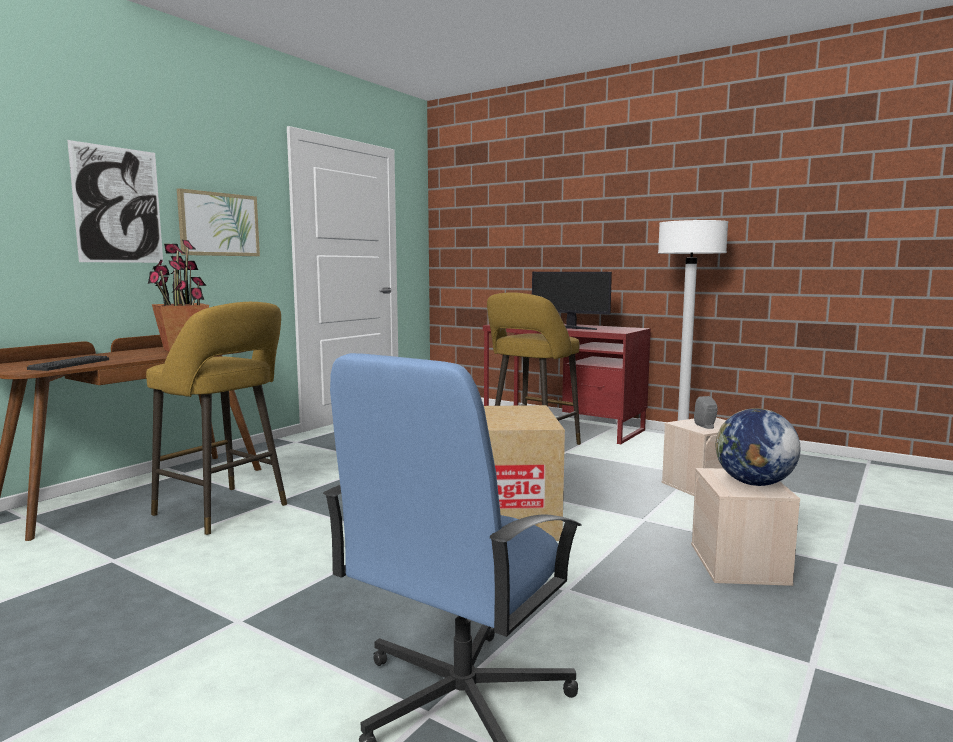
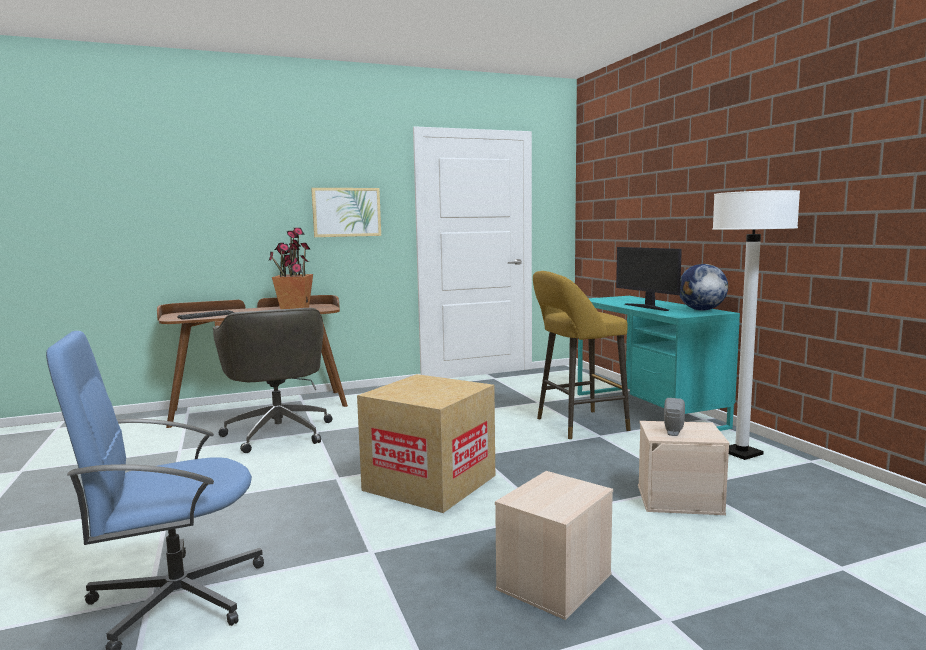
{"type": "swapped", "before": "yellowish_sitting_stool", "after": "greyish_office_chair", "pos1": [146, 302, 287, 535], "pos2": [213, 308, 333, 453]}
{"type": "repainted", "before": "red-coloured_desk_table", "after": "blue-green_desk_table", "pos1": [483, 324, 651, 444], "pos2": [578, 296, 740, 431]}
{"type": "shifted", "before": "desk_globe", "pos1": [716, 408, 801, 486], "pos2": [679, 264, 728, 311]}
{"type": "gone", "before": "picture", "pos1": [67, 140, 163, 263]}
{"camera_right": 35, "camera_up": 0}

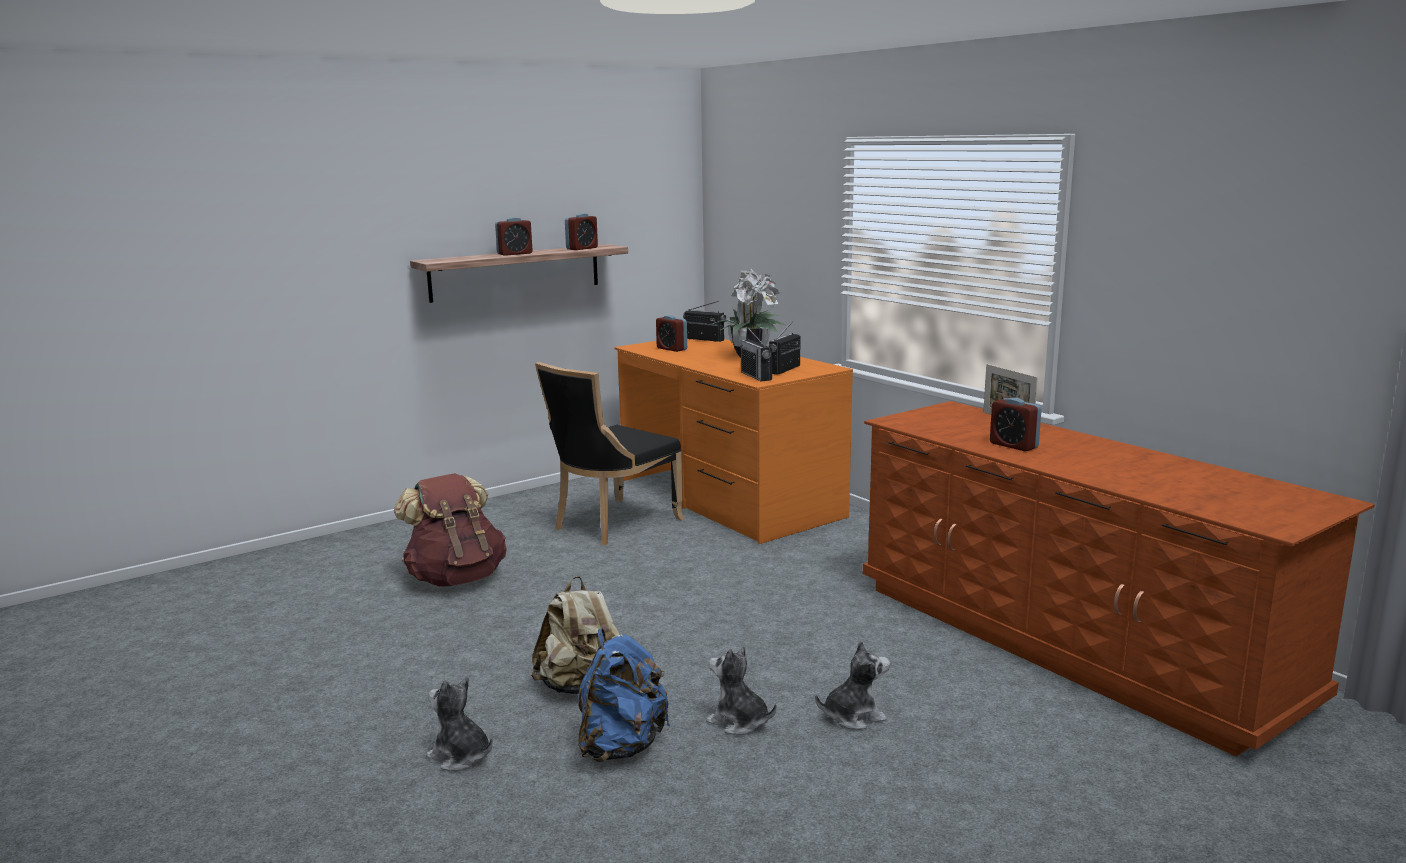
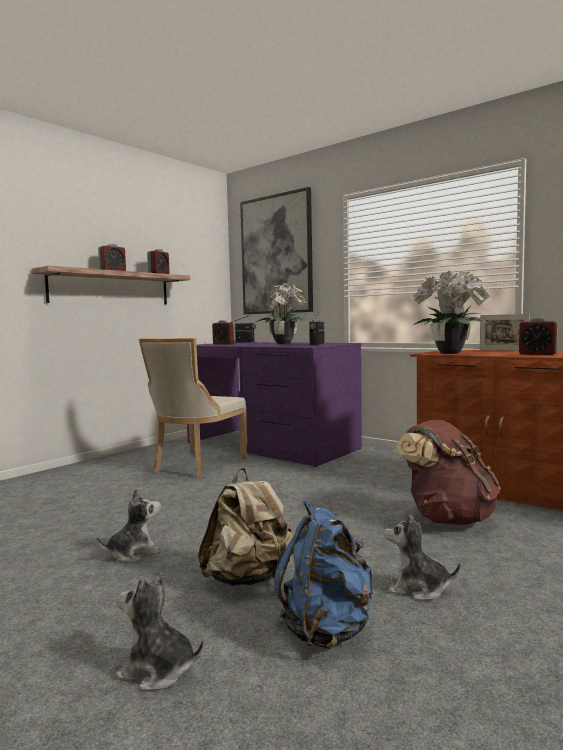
{"type": "shifted", "before": "soft_toy", "pos1": [815, 641, 890, 729], "pos2": [97, 488, 161, 563]}
{"type": "repainted", "before": "blackish_chair", "after": "beige-coloured_chair", "pos1": [535, 362, 684, 545], "pos2": [139, 338, 249, 478]}
{"type": "repainted", "before": "orange_desk_table", "after": "purple-coloured_desk_table", "pos1": [614, 339, 853, 544], "pos2": [187, 342, 362, 467]}
{"type": "new", "after": "picture", "pos2": [240, 187, 313, 314]}
{"type": "shifted", "before": "brown-coloured_backpack", "pos1": [394, 473, 507, 587], "pos2": [396, 419, 501, 525]}
{"type": "new", "after": "plant_in_a_pot", "pos2": [413, 270, 490, 354]}
{"type": "gone", "before": "radio_receiver", "pos1": [740, 327, 772, 381]}
{"camera_right": -15, "camera_up": -10}

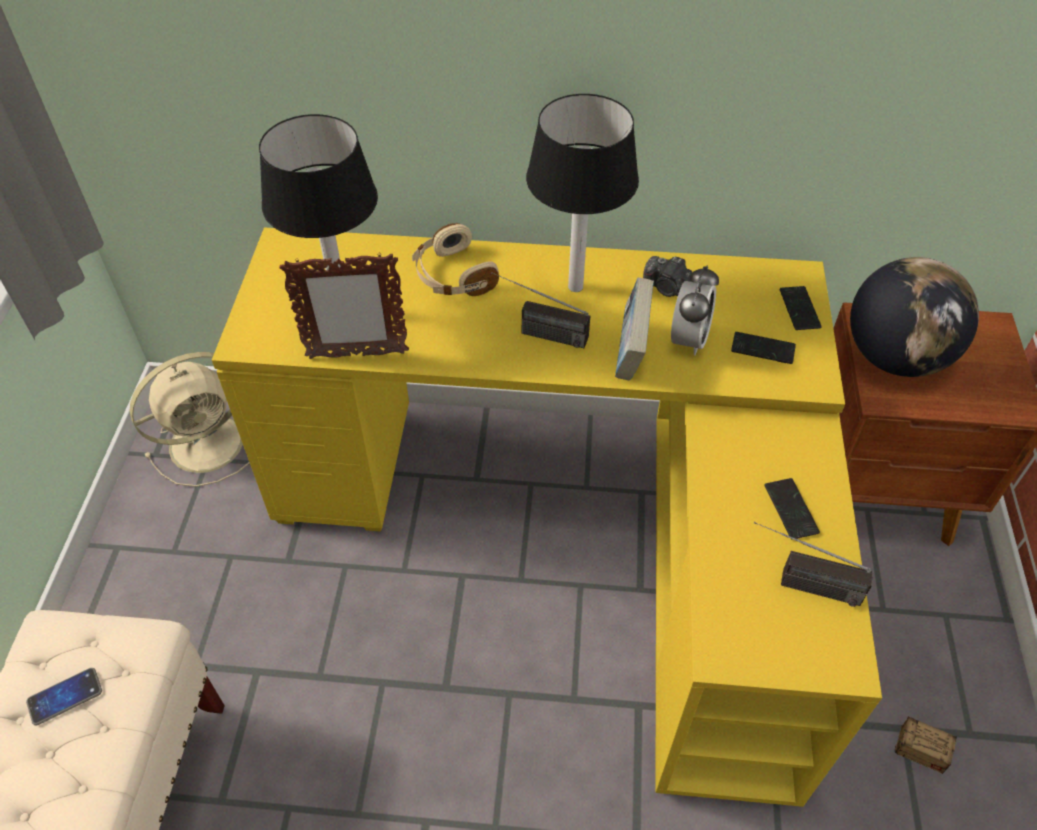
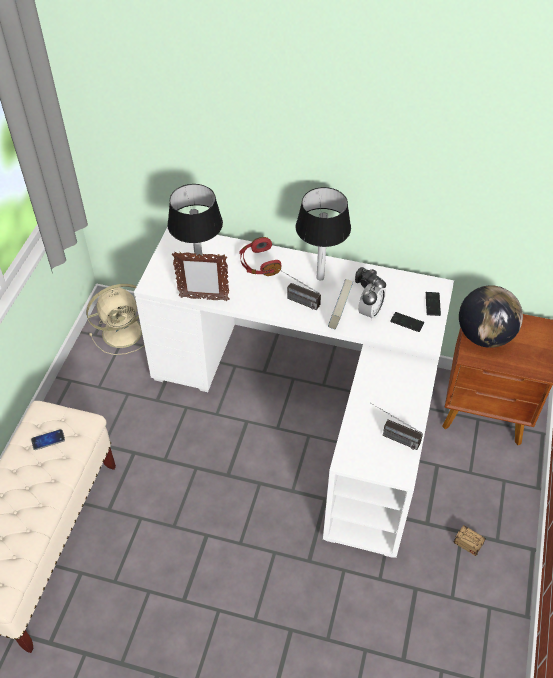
{"type": "repainted", "before": "yellowish_desk_table", "after": "white_desk_table", "pos1": [212, 227, 882, 807], "pos2": [134, 227, 454, 558]}
{"type": "repainted", "before": "beige-coloured_headset", "after": "red-coloured_headset", "pos1": [412, 223, 499, 296], "pos2": [239, 237, 281, 276]}
{"type": "gone", "before": "handset", "pos1": [764, 478, 820, 540]}
{"camera_right": 10, "camera_up": 0}

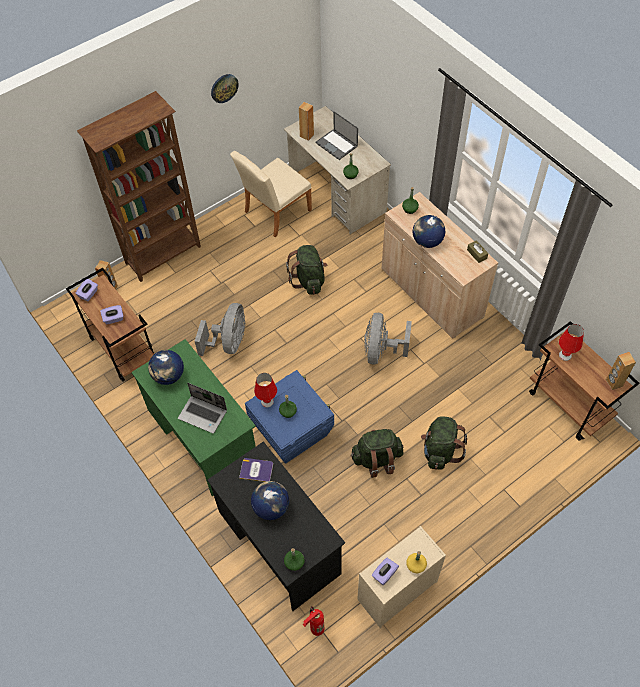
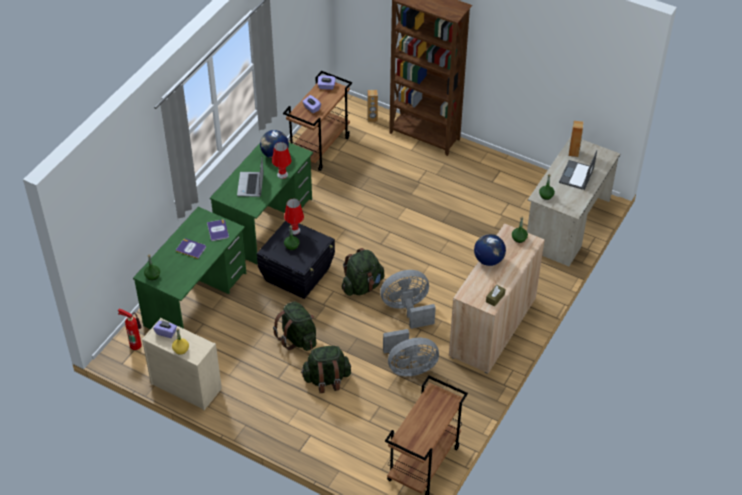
{"type": "repainted", "before": "blackish_desk_table", "after": "green-coloured_desk_table", "pos1": [207, 441, 345, 611], "pos2": [133, 207, 246, 329]}
{"type": "swapped", "before": "desk_globe", "after": "book", "pos1": [251, 481, 289, 520], "pos2": [175, 238, 206, 259]}
{"type": "repainted", "before": "blue_storage_box", "after": "blackish_storage_box", "pos1": [245, 370, 334, 464], "pos2": [257, 221, 335, 299]}
{"type": "shifted", "before": "red-coloured_table_lamp", "pos1": [559, 324, 584, 361], "pos2": [272, 142, 291, 179]}
{"type": "shifted", "before": "green-coloured_backpack", "pos1": [286, 245, 328, 295], "pos2": [342, 248, 385, 296]}
{"type": "shifted", "before": "greyish_cooling_fan", "pos1": [195, 303, 245, 356], "pos2": [383, 329, 439, 376]}
{"type": "gone", "before": "hanging_clock", "pos1": [211, 74, 239, 103]}
{"type": "gone", "before": "beige-coloured_chair", "pos1": [230, 151, 312, 237]}
{"type": "gone", "before": "brown-coloured_speaker", "pos1": [606, 352, 636, 390]}
{"camera_right": 65, "camera_up": -10}

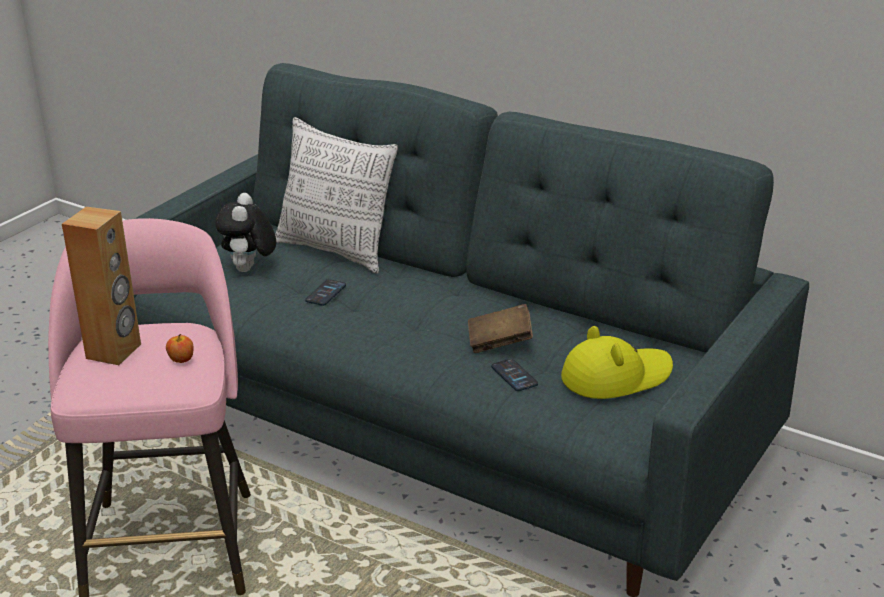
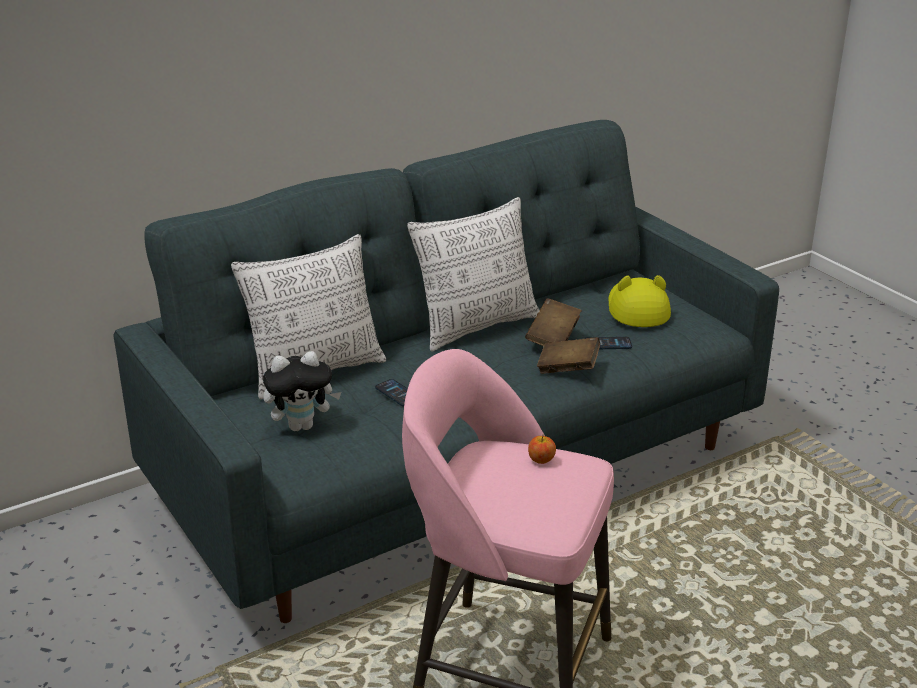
{"type": "rotated", "before": "soft_toy", "pos1": [215, 193, 276, 272], "pos2": [263, 351, 342, 431], "turn": -45}
{"type": "new", "after": "throw_pillow", "pos2": [407, 197, 540, 352]}
{"type": "new", "after": "brown-coloured_book", "pos2": [537, 337, 600, 374]}
{"type": "gone", "before": "brown-coloured_speaker", "pos1": [62, 207, 141, 365]}
{"camera_right": -65, "camera_up": 0}

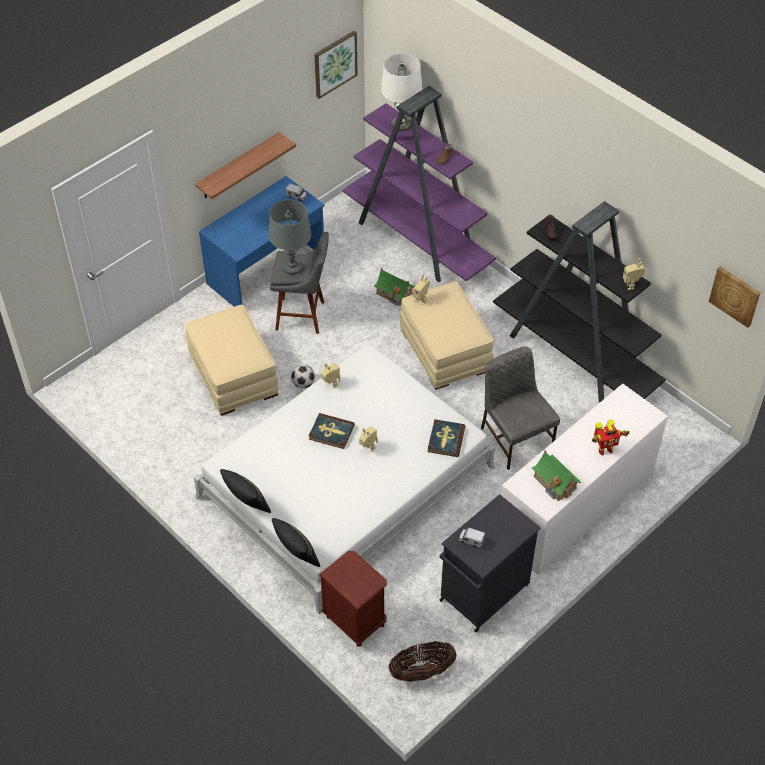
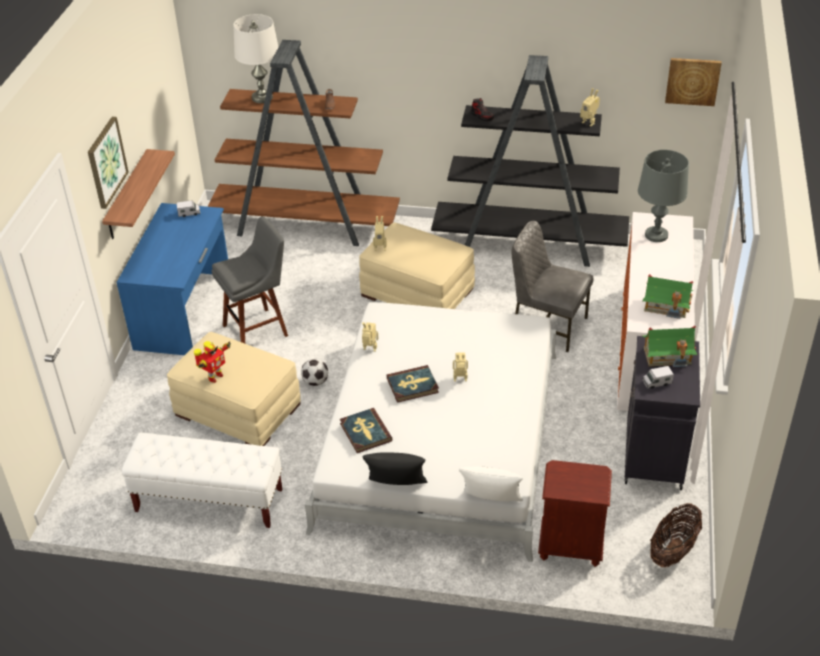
{"type": "shifted", "before": "picture", "pos1": [314, 31, 358, 99], "pos2": [88, 117, 129, 209]}
{"type": "new", "after": "white_bench", "pos2": [122, 433, 282, 528]}
{"type": "shifted", "before": "robot_figure", "pos1": [592, 419, 630, 456], "pos2": [194, 341, 231, 383]}
{"type": "repainted", "before": "purple-coloured_bookshelf", "after": "brown-coloured_bookshelf", "pos1": [342, 86, 496, 283], "pos2": [207, 40, 400, 246]}
{"type": "shifted", "before": "book", "pos1": [428, 419, 465, 457], "pos2": [340, 408, 392, 453]}
{"type": "repainted", "before": "blackish_throw_pillow", "after": "white_throw_pillow", "pos1": [272, 518, 320, 567], "pos2": [459, 466, 523, 501]}
{"type": "shifted", "before": "greyish_table_lamp", "pos1": [269, 200, 311, 275], "pos2": [638, 150, 689, 242]}
{"type": "shifted", "before": "model_house", "pos1": [373, 268, 415, 306], "pos2": [642, 325, 698, 367]}
{"camera_right": -35, "camera_up": -10}

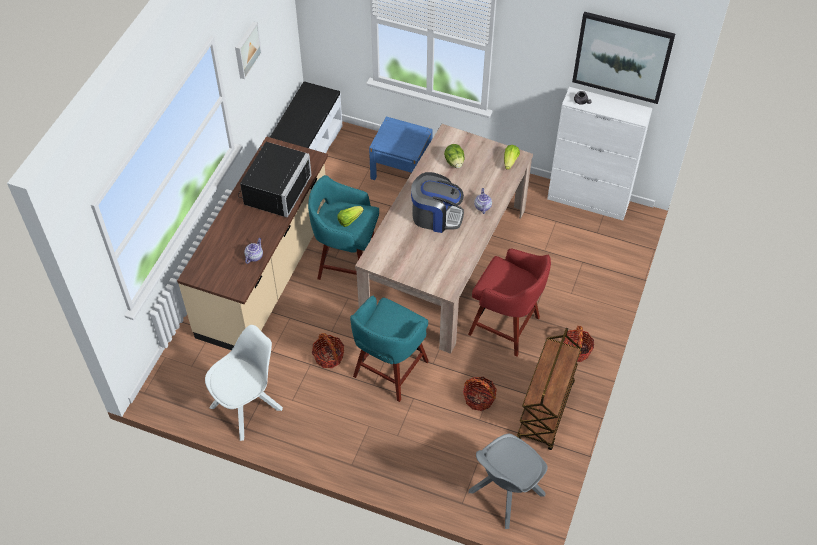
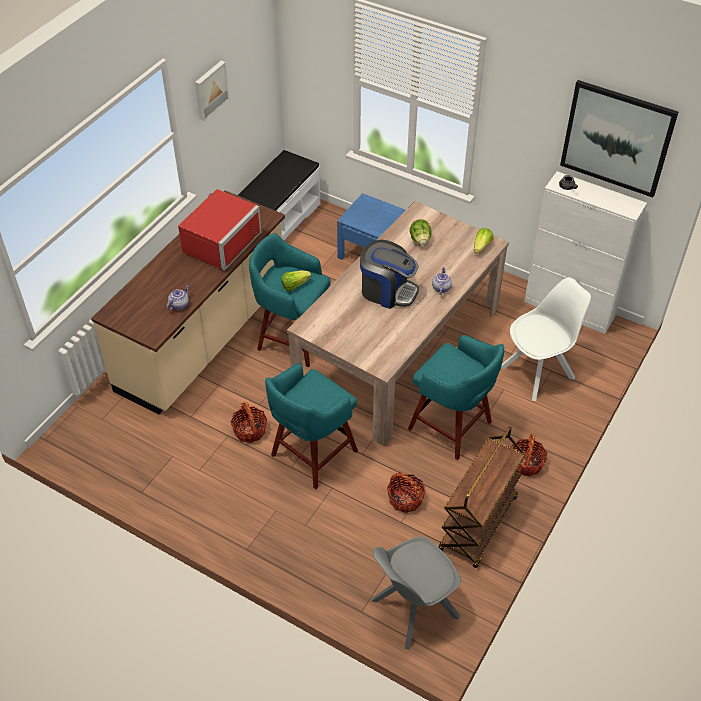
{"type": "repainted", "before": "blackish_kitchen_microwave", "after": "red-coloured_kitchen_microwave", "pos1": [238, 142, 312, 218], "pos2": [178, 189, 262, 271]}
{"type": "repainted", "before": "red-coloured_sitting_stool", "after": "blue-green_sitting_stool", "pos1": [468, 249, 551, 357], "pos2": [408, 335, 504, 460]}
{"type": "shifted", "before": "white_chair", "pos1": [205, 325, 283, 441], "pos2": [501, 277, 591, 401]}
{"camera_right": 10, "camera_up": -5}

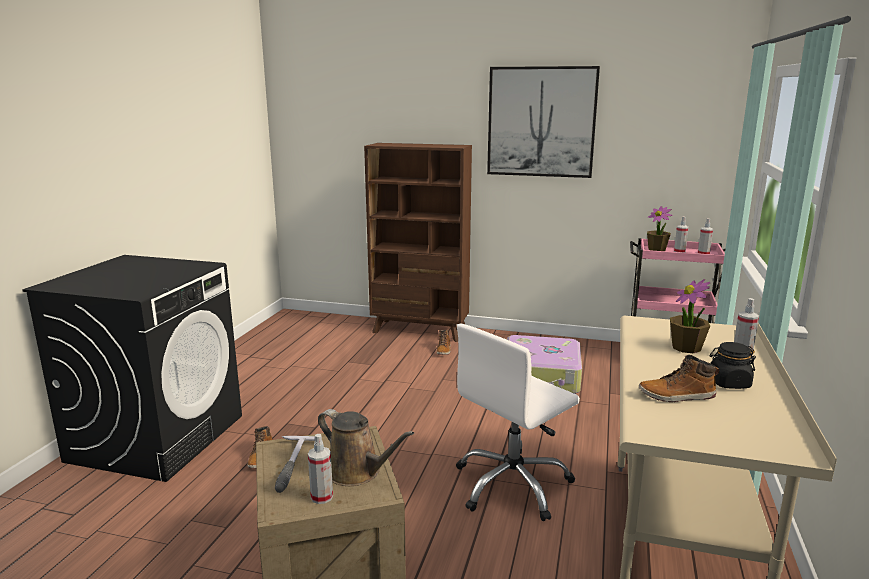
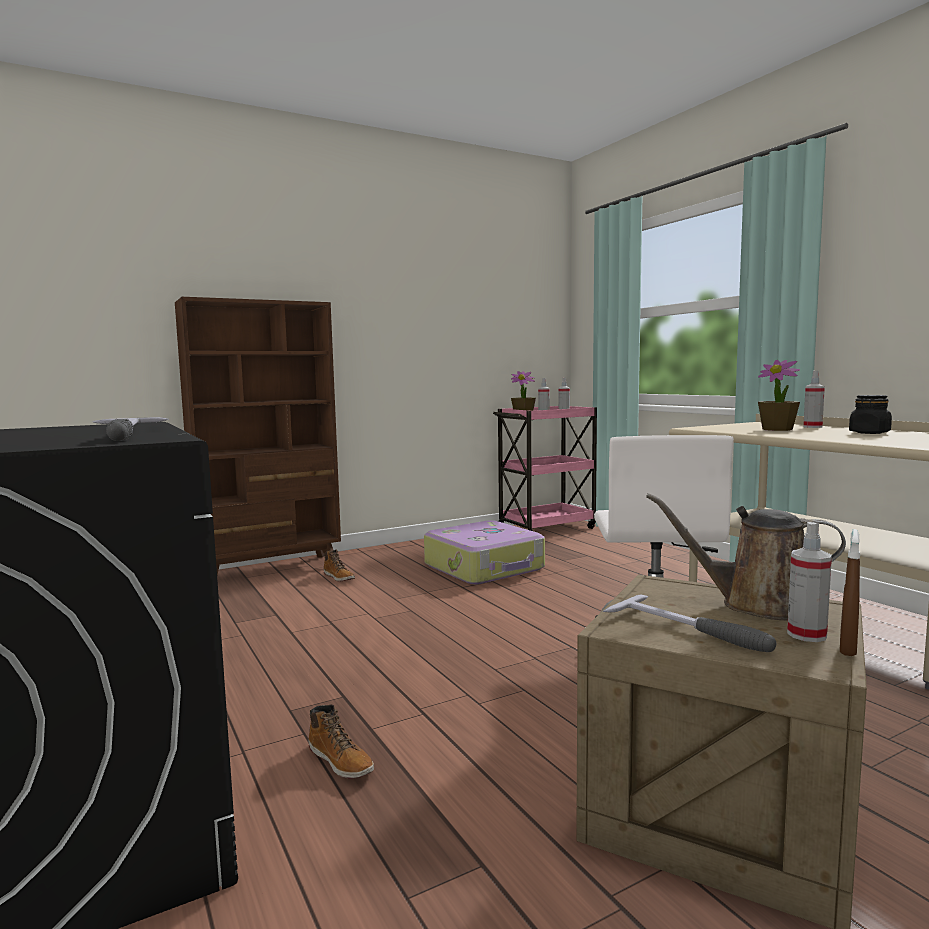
{"type": "new", "after": "hand_hammer", "pos2": [92, 417, 169, 441]}
{"type": "rotated", "before": "brown-coloured_watering_pot", "pos1": [318, 409, 414, 486], "pos2": [646, 493, 846, 620], "turn": -150}
{"type": "new", "after": "brown-coloured_spray_bottle", "pos2": [840, 529, 860, 656]}
{"type": "gone", "before": "picture", "pos1": [487, 66, 600, 178]}
{"type": "gone", "before": "high-top_boot", "pos1": [639, 355, 719, 402]}
{"camera_right": -45, "camera_up": -10}

